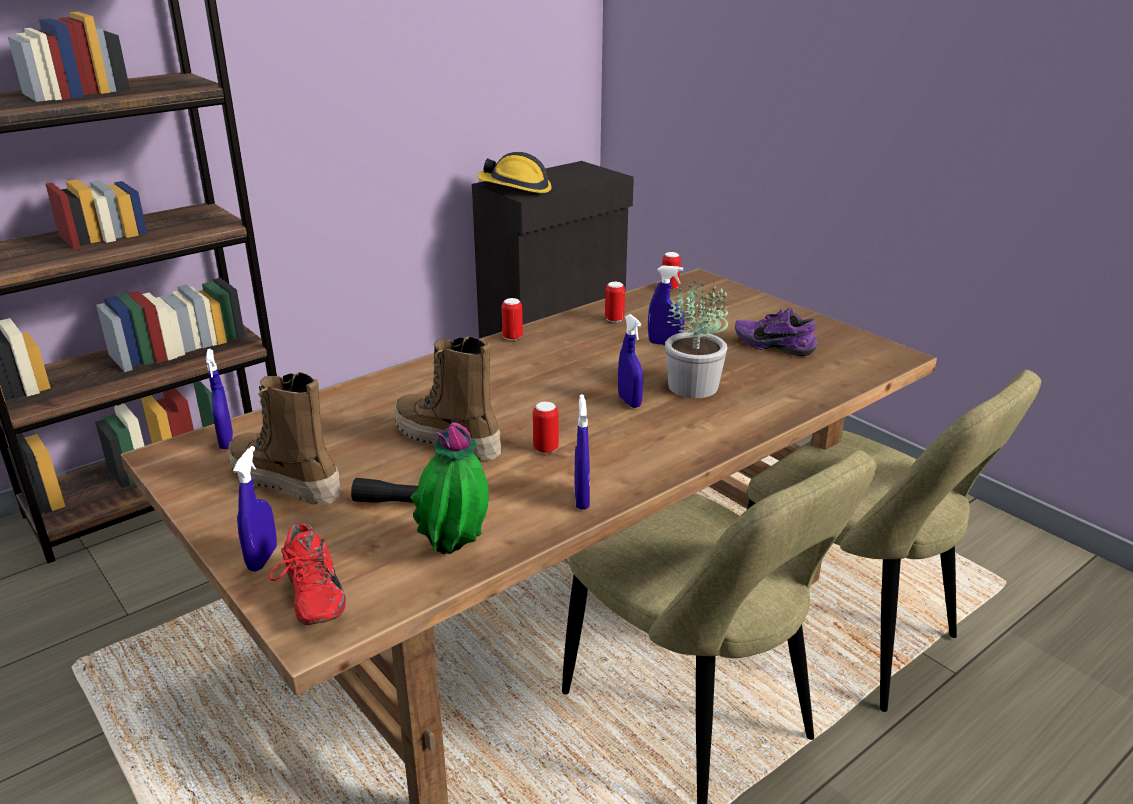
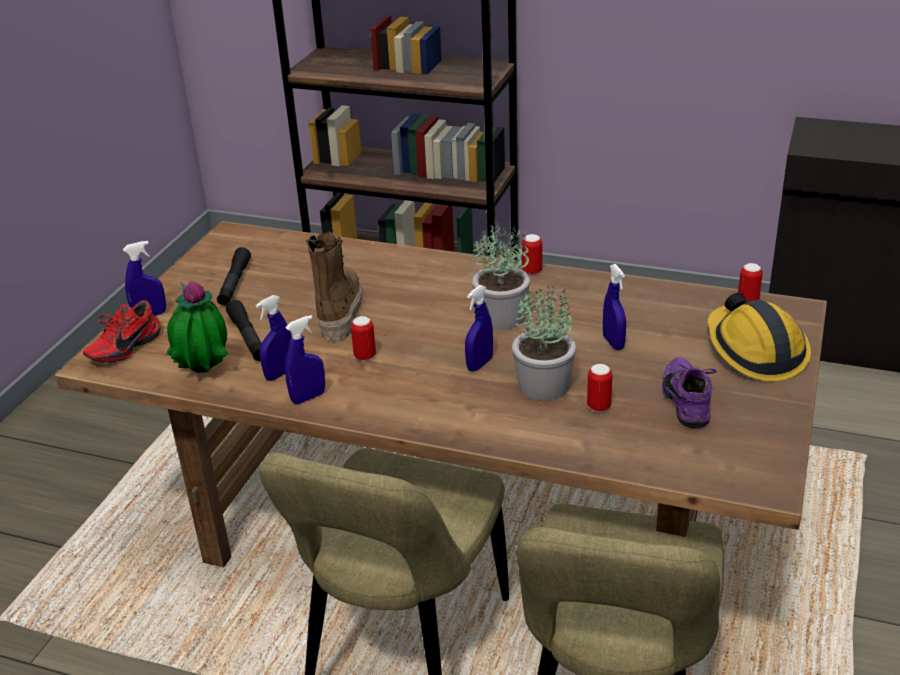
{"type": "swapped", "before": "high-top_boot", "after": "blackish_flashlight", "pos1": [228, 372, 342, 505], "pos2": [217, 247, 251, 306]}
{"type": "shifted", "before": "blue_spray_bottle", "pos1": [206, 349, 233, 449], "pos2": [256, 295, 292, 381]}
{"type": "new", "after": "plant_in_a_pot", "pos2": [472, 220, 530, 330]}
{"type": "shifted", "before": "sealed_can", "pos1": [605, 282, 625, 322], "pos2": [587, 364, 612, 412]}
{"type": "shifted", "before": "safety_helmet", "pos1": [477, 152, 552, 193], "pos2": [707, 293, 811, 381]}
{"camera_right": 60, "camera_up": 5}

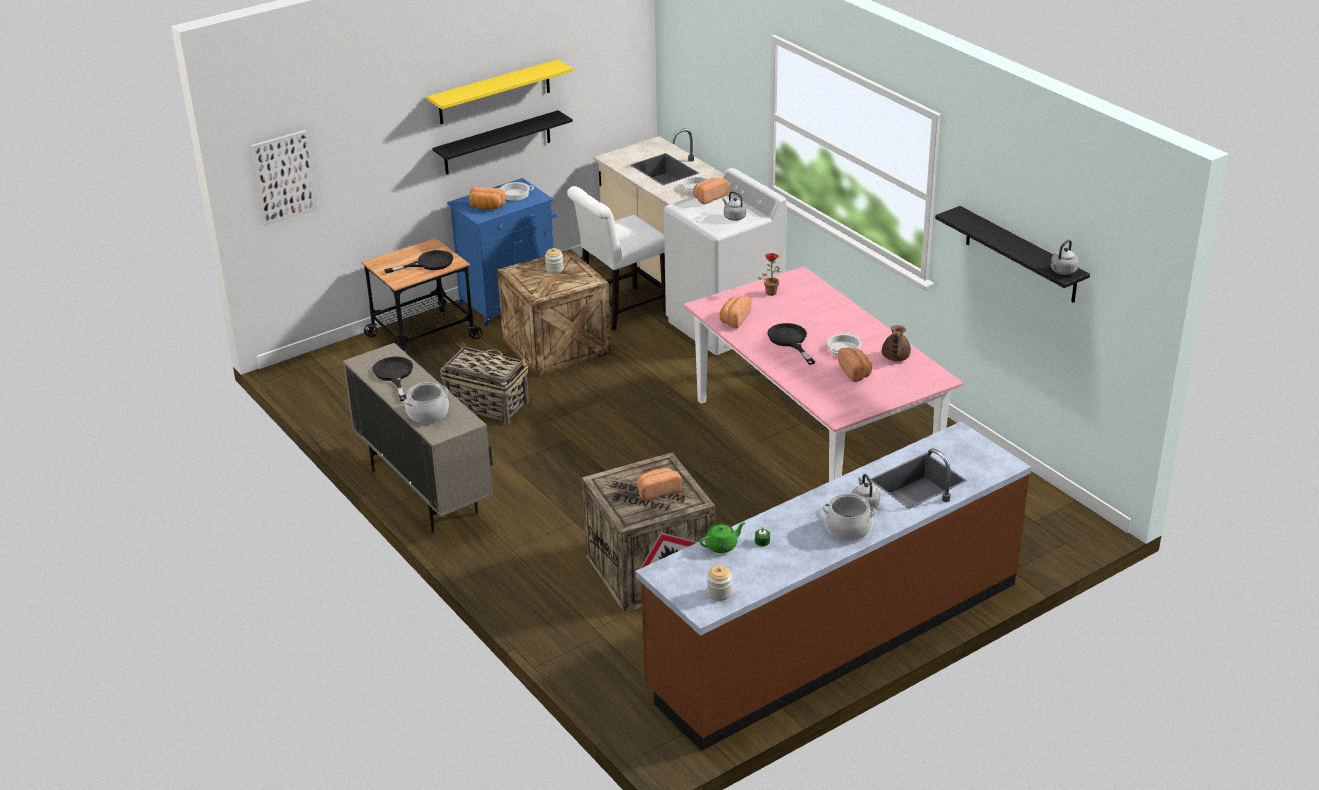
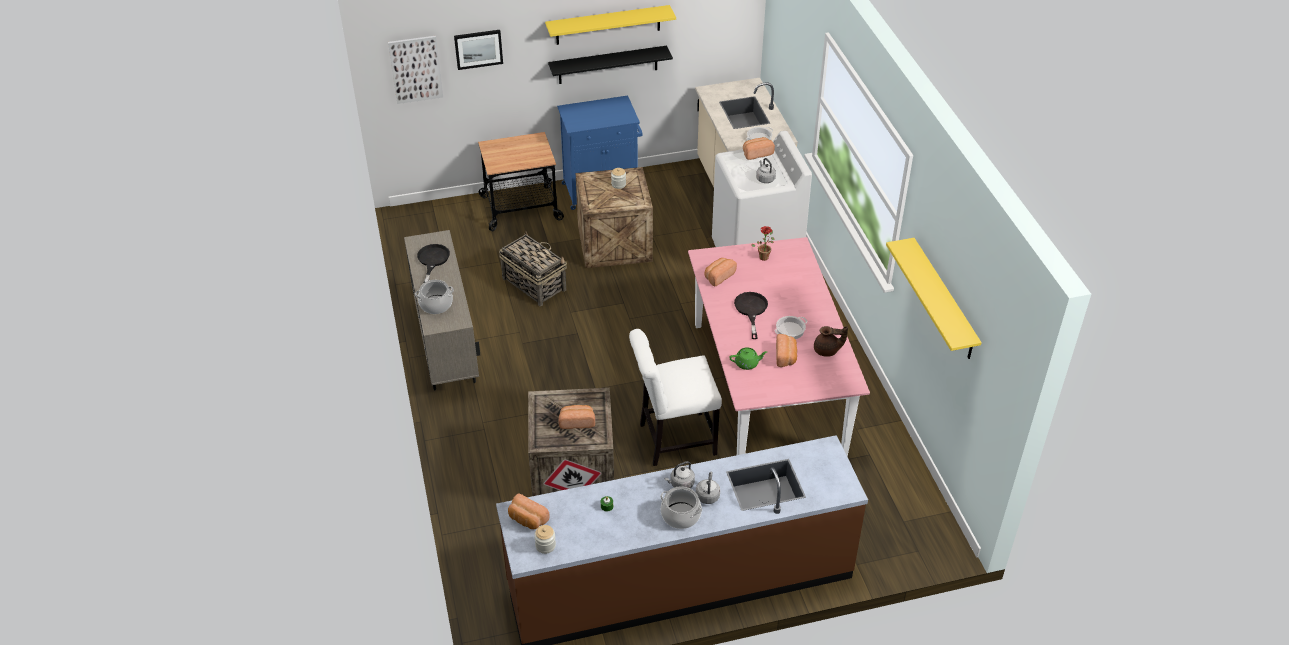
{"type": "new", "after": "picture", "pos2": [454, 30, 503, 70]}
{"type": "shifted", "before": "bakery_bread", "pos1": [469, 186, 505, 209], "pos2": [508, 494, 550, 529]}
{"type": "shifted", "before": "white_chair", "pos1": [567, 186, 666, 331], "pos2": [629, 329, 722, 466]}
{"type": "shifted", "before": "greyish_kettle", "pos1": [1051, 240, 1079, 275], "pos2": [664, 461, 695, 488]}
{"type": "shifted", "before": "green-coloured_teapot", "pos1": [700, 522, 745, 553], "pos2": [729, 347, 767, 370]}
{"type": "rotated", "before": "brown-coloured_teapot", "pos1": [882, 325, 911, 361], "pos2": [814, 326, 848, 357], "turn": -120}
{"type": "repainted", "before": "blackish_wall_shelf", "after": "yellowish_wall_shelf", "pos1": [935, 206, 1090, 303], "pos2": [886, 238, 982, 359]}
{"type": "gone", "before": "blackish_skillet", "pos1": [384, 250, 454, 273]}
{"type": "gone", "before": "saucepot", "pos1": [500, 182, 534, 201]}
{"camera_right": 20, "camera_up": 10}

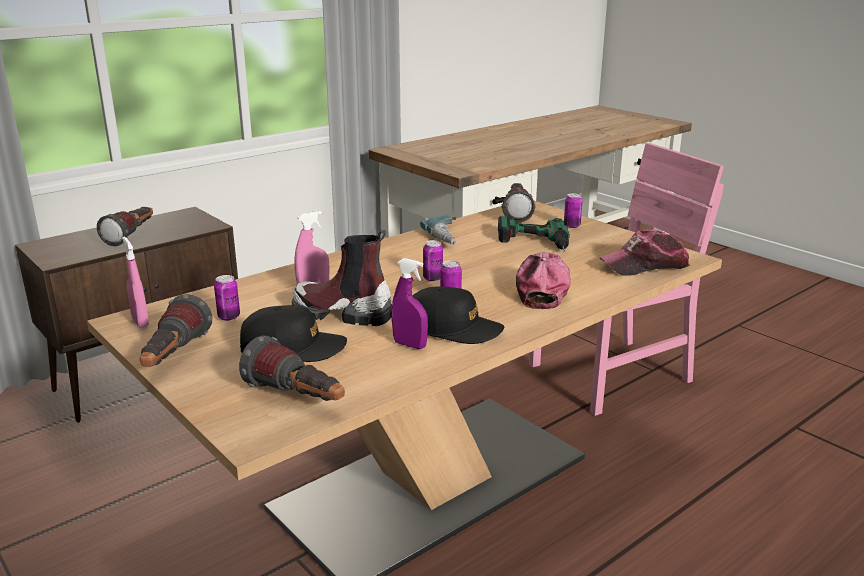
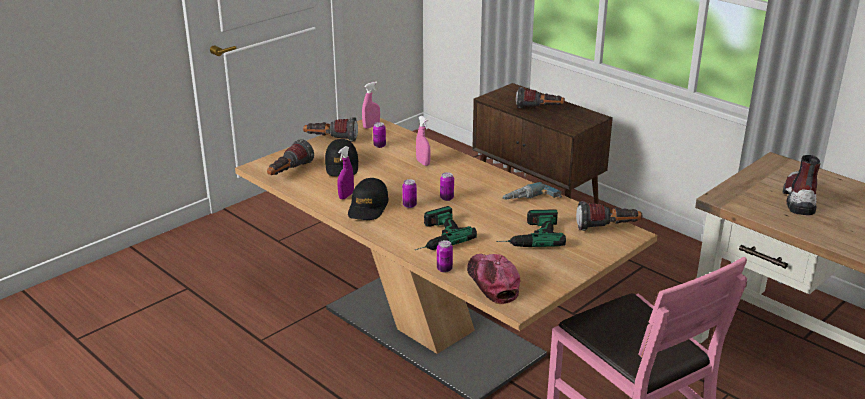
{"type": "swapped", "before": "baseball_cap", "after": "power_drill", "pos1": [516, 252, 571, 309], "pos2": [415, 206, 477, 250]}
{"type": "shifted", "before": "sealed_can", "pos1": [564, 193, 582, 228], "pos2": [437, 240, 453, 273]}
{"type": "shifted", "before": "high-top_boot", "pos1": [292, 230, 392, 326], "pos2": [783, 155, 821, 215]}
{"camera_right": 85, "camera_up": 5}

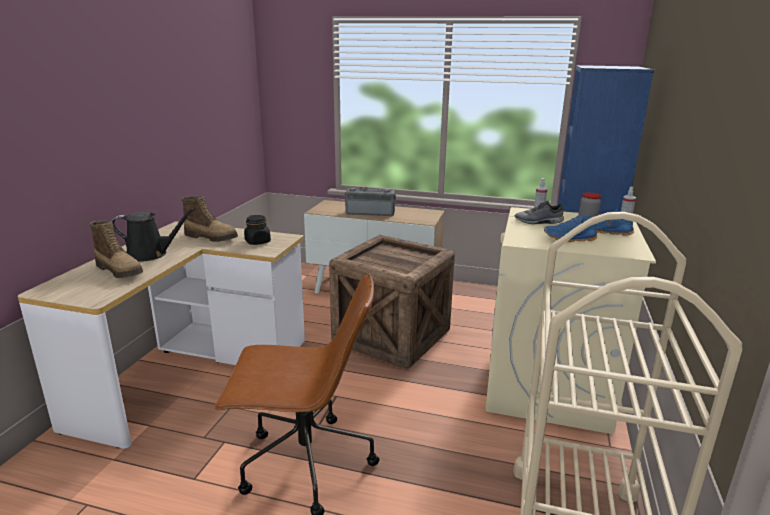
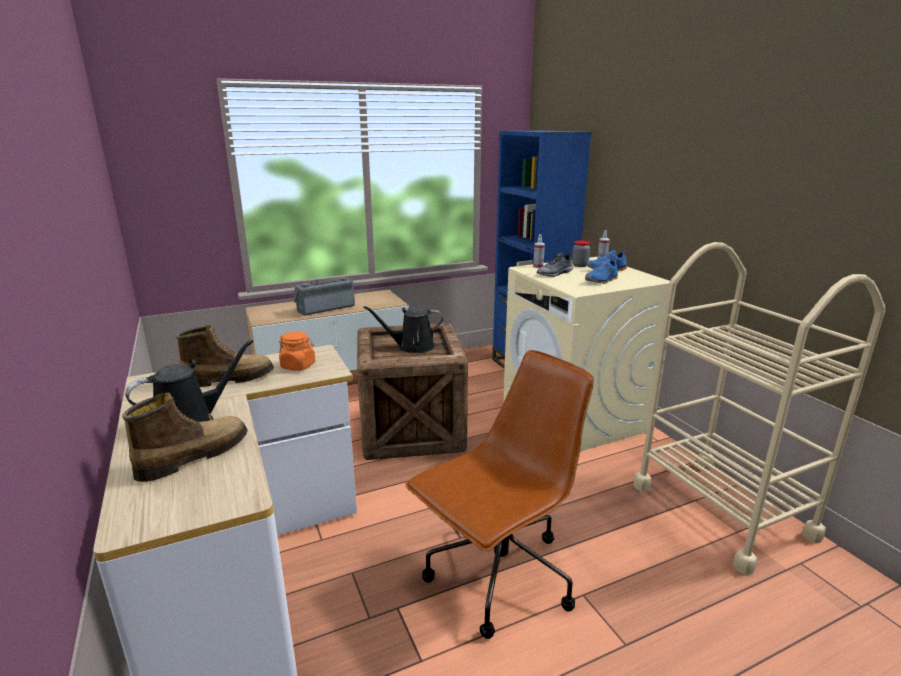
{"type": "rotated", "before": "high-top_boot", "pos1": [89, 220, 143, 278], "pos2": [122, 393, 248, 482], "turn": -45}
{"type": "repainted", "before": "blackish_preserve_jar", "after": "orange_preserve_jar", "pos1": [244, 215, 271, 245], "pos2": [279, 331, 315, 371]}
{"type": "new", "after": "blackish_watering_pot", "pos2": [363, 306, 443, 353]}
{"camera_right": -40, "camera_up": 0}

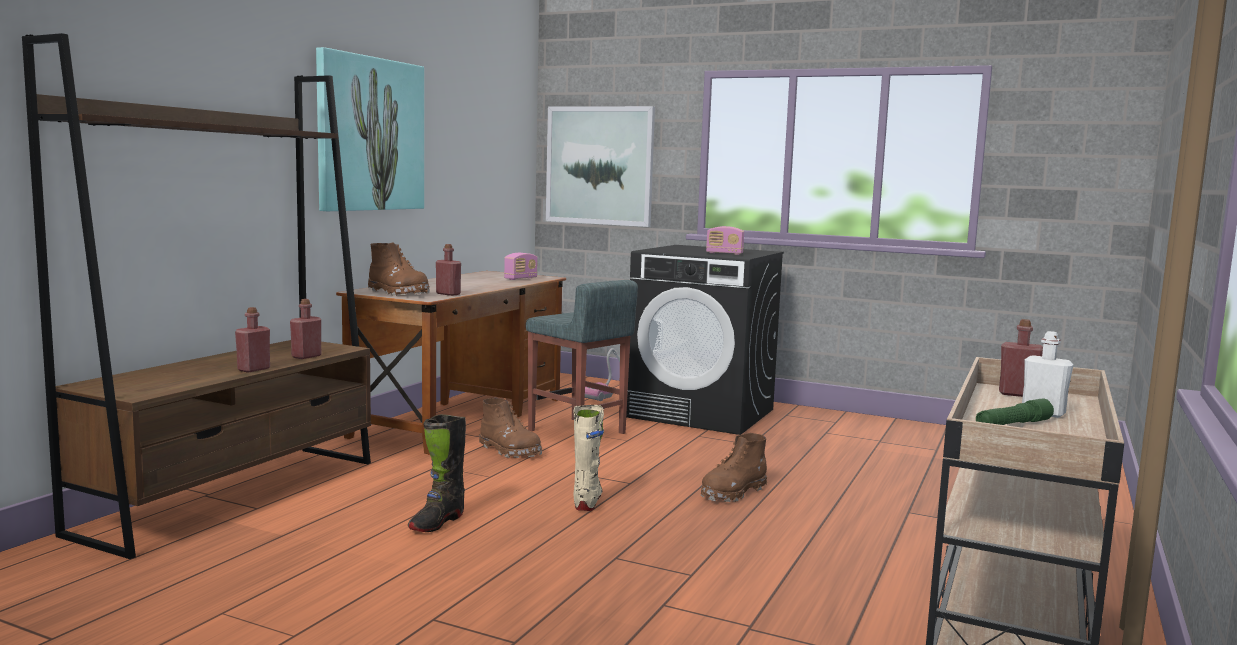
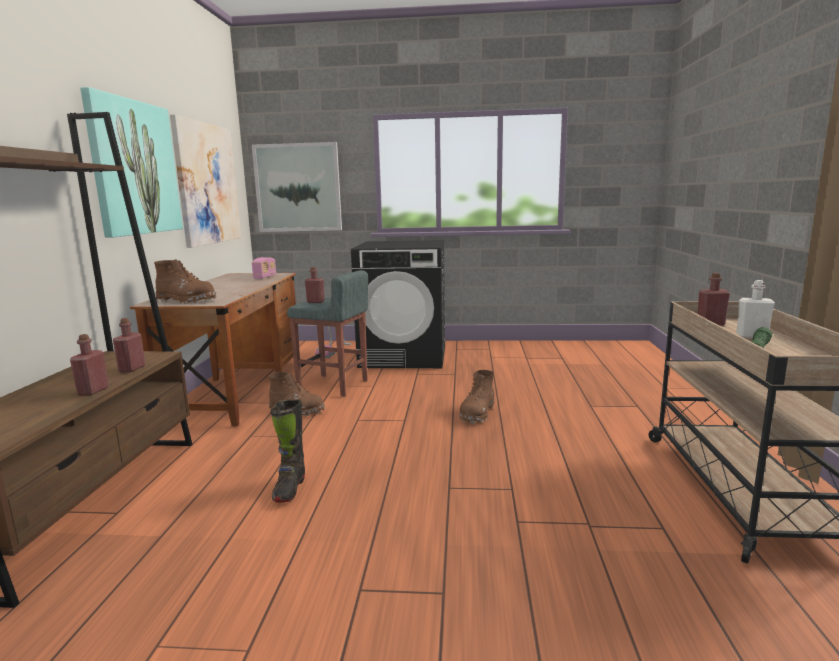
{"type": "new", "after": "picture", "pos2": [170, 114, 241, 248]}
{"type": "shifted", "before": "red-coloured_bottle", "pos1": [436, 244, 461, 296], "pos2": [305, 267, 325, 303]}
{"type": "gone", "before": "beige-coloured_high-top_boot", "pos1": [573, 405, 604, 511]}
{"type": "gone", "before": "radio_receiver", "pos1": [706, 226, 744, 255]}
{"camera_right": -20, "camera_up": 5}

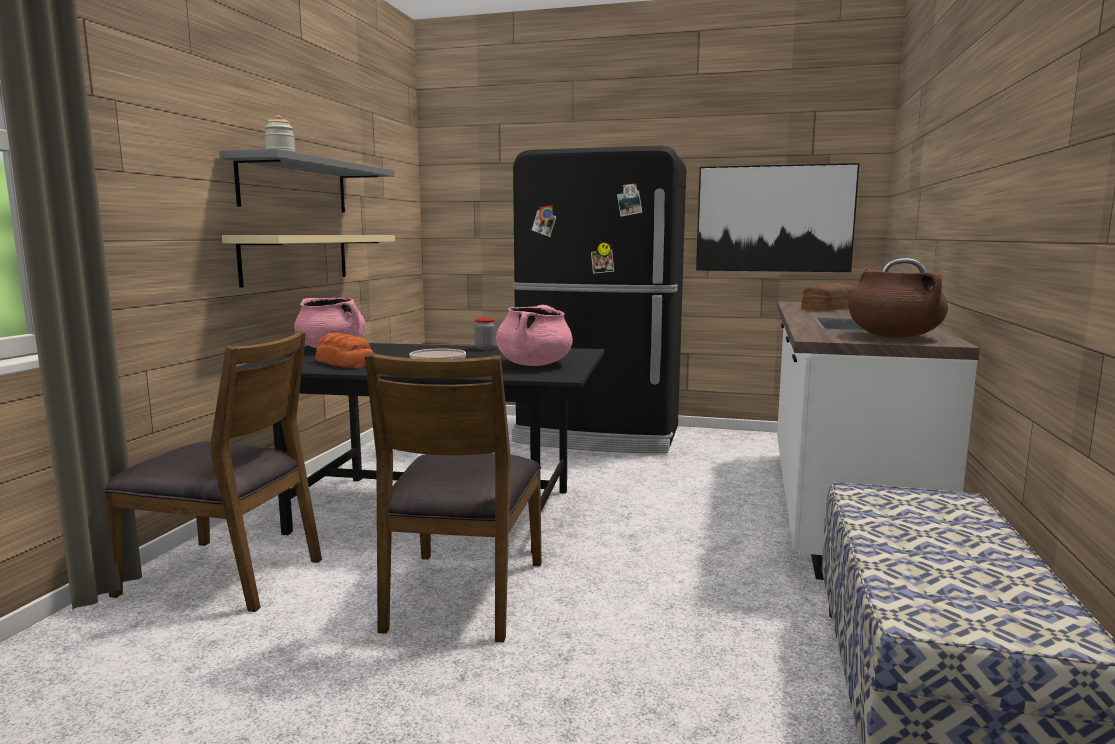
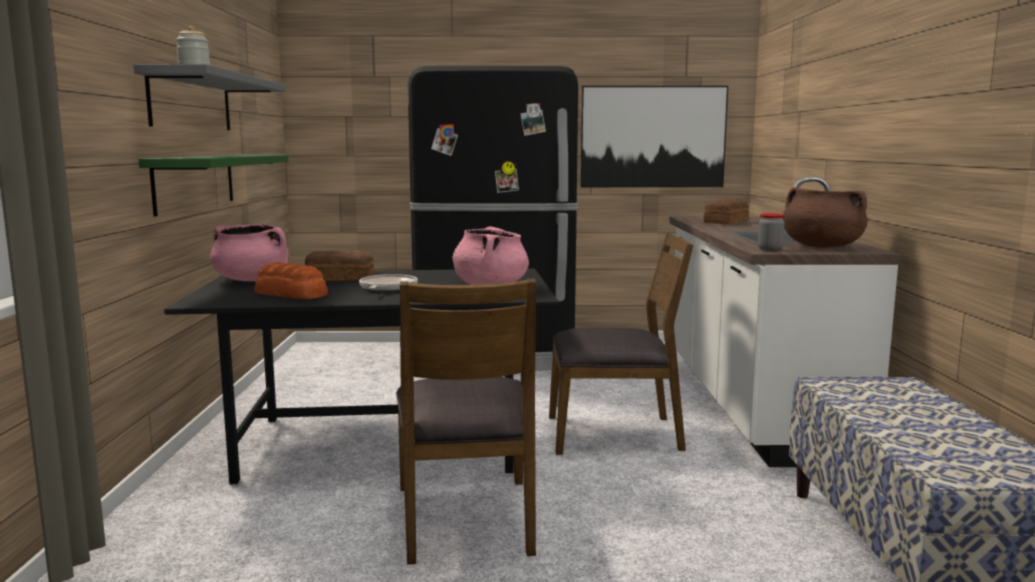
{"type": "repainted", "before": "beige-coloured_wall_shelf", "after": "green-coloured_wall_shelf", "pos1": [222, 235, 395, 288], "pos2": [139, 155, 288, 216]}
{"type": "new", "after": "bakery_bread", "pos2": [305, 250, 374, 281]}
{"type": "shifted", "before": "brown-coloured_chair", "pos1": [103, 331, 322, 612], "pos2": [549, 233, 693, 455]}
{"type": "shifted", "before": "preserve_jar", "pos1": [474, 318, 495, 350], "pos2": [758, 213, 785, 251]}
{"camera_right": -15, "camera_up": 0}

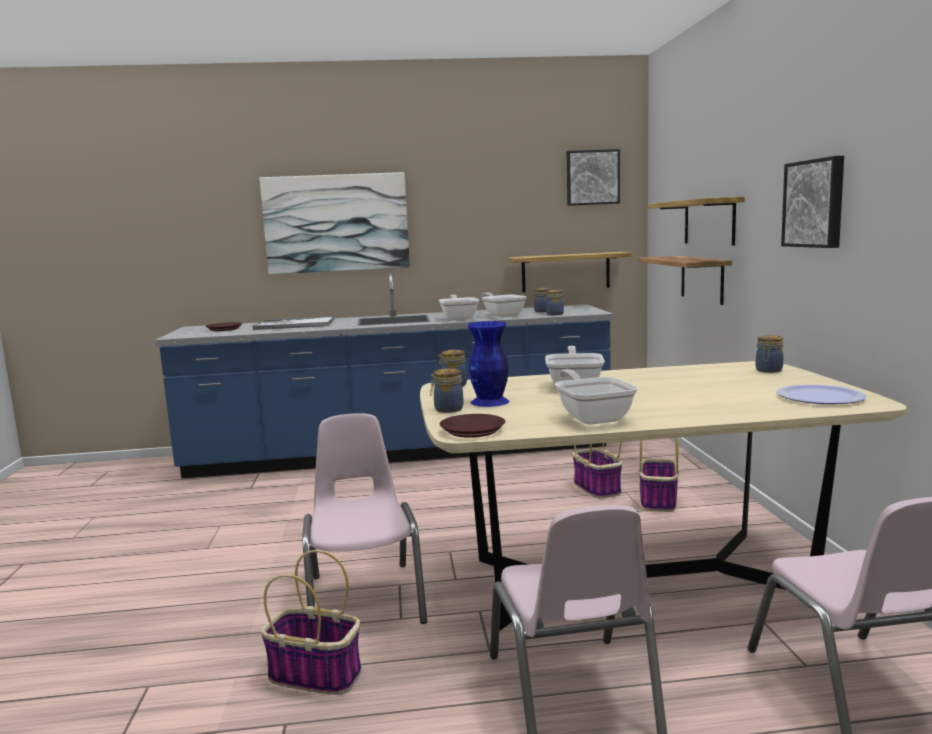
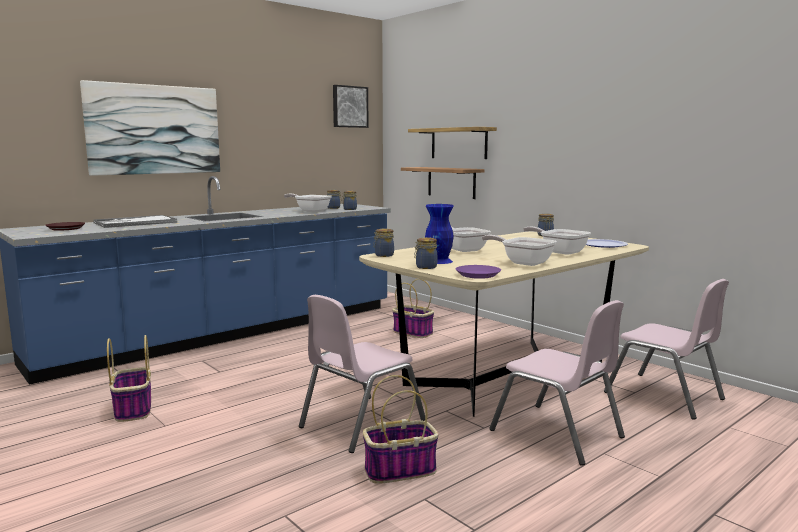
{"type": "shifted", "before": "basket", "pos1": [639, 438, 679, 512], "pos2": [107, 335, 151, 422]}
{"type": "rotated", "before": "pink-coloured_chair", "pos1": [302, 413, 427, 624], "pos2": [299, 295, 425, 453], "turn": -90}
{"type": "repainted", "before": "brown-coloured_flat_dish", "after": "purple-coloured_flat_dish", "pos1": [440, 414, 505, 438], "pos2": [456, 265, 501, 279]}
{"type": "shifted", "before": "skillet", "pos1": [439, 295, 479, 321], "pos2": [523, 227, 591, 255]}
{"type": "gone", "before": "wall_shelf", "pos1": [508, 252, 632, 292]}
{"type": "gone", "before": "picture", "pos1": [781, 156, 844, 248]}
{"camera_right": -35, "camera_up": 0}

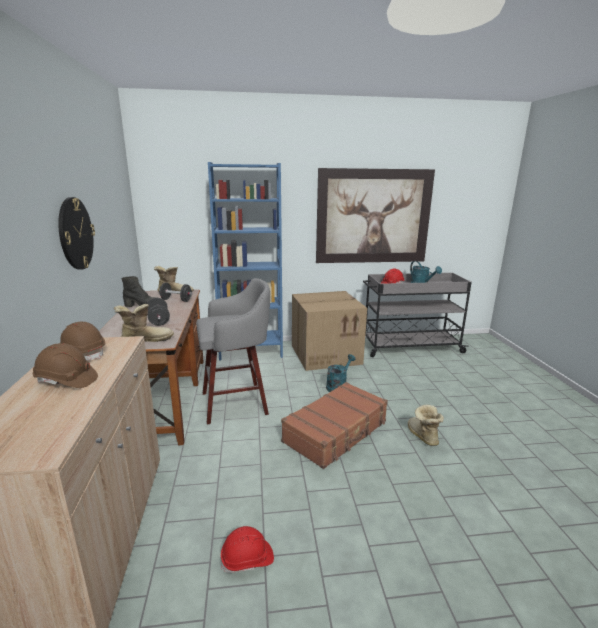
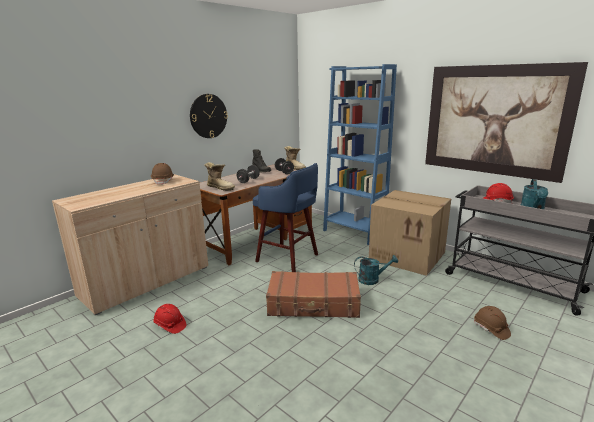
{"type": "repainted", "before": "greyish_sitting_stool", "after": "blue_sitting_stool", "pos1": [196, 278, 270, 424], "pos2": [253, 163, 318, 272]}
{"type": "shifted", "before": "brown-coloured_safety_helmet", "pos1": [33, 343, 98, 388], "pos2": [474, 306, 511, 340]}
{"type": "gone", "before": "high-top_boot", "pos1": [408, 405, 444, 446]}
{"camera_right": 50, "camera_up": 0}

